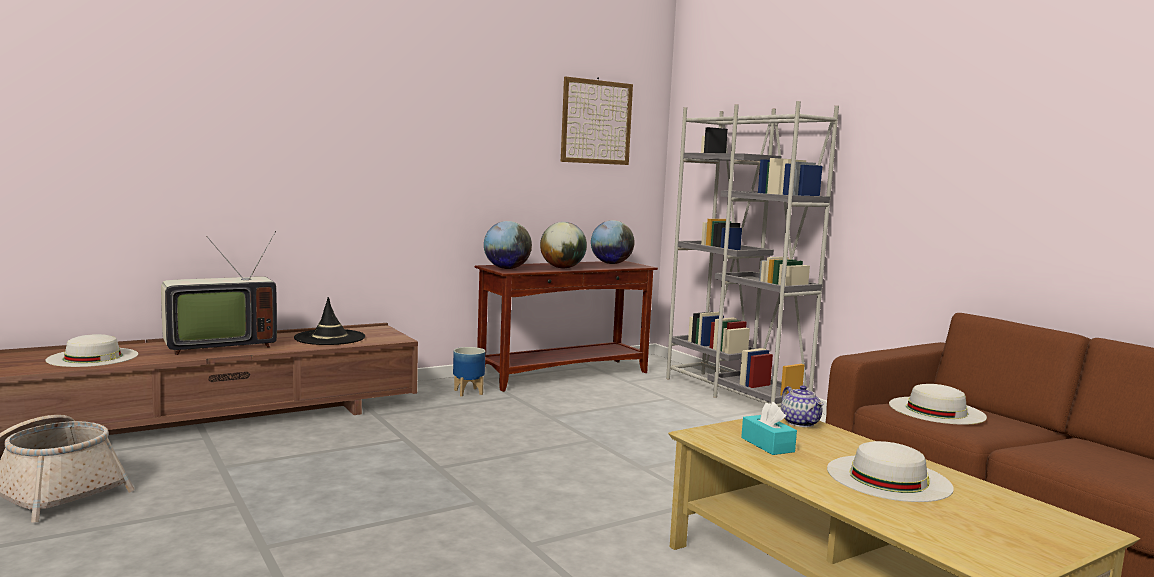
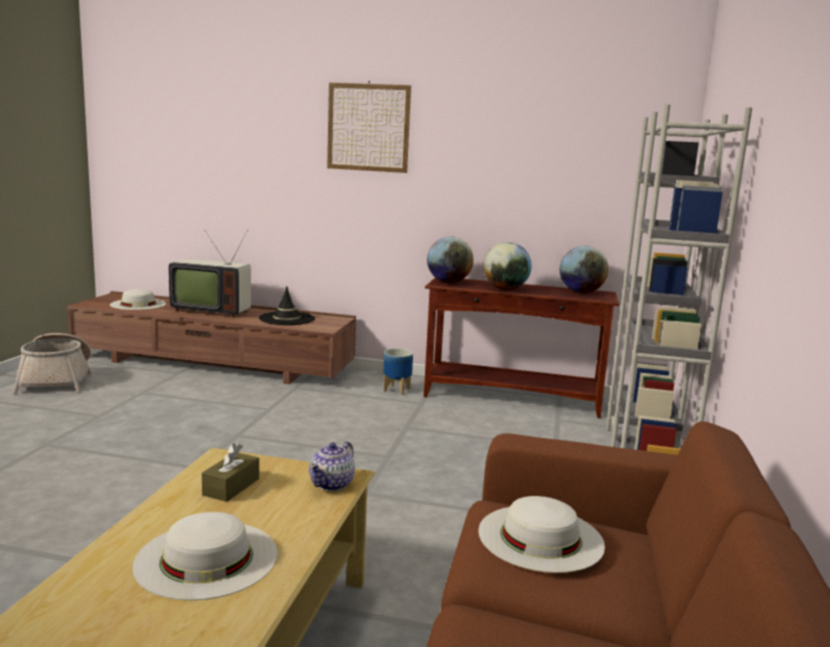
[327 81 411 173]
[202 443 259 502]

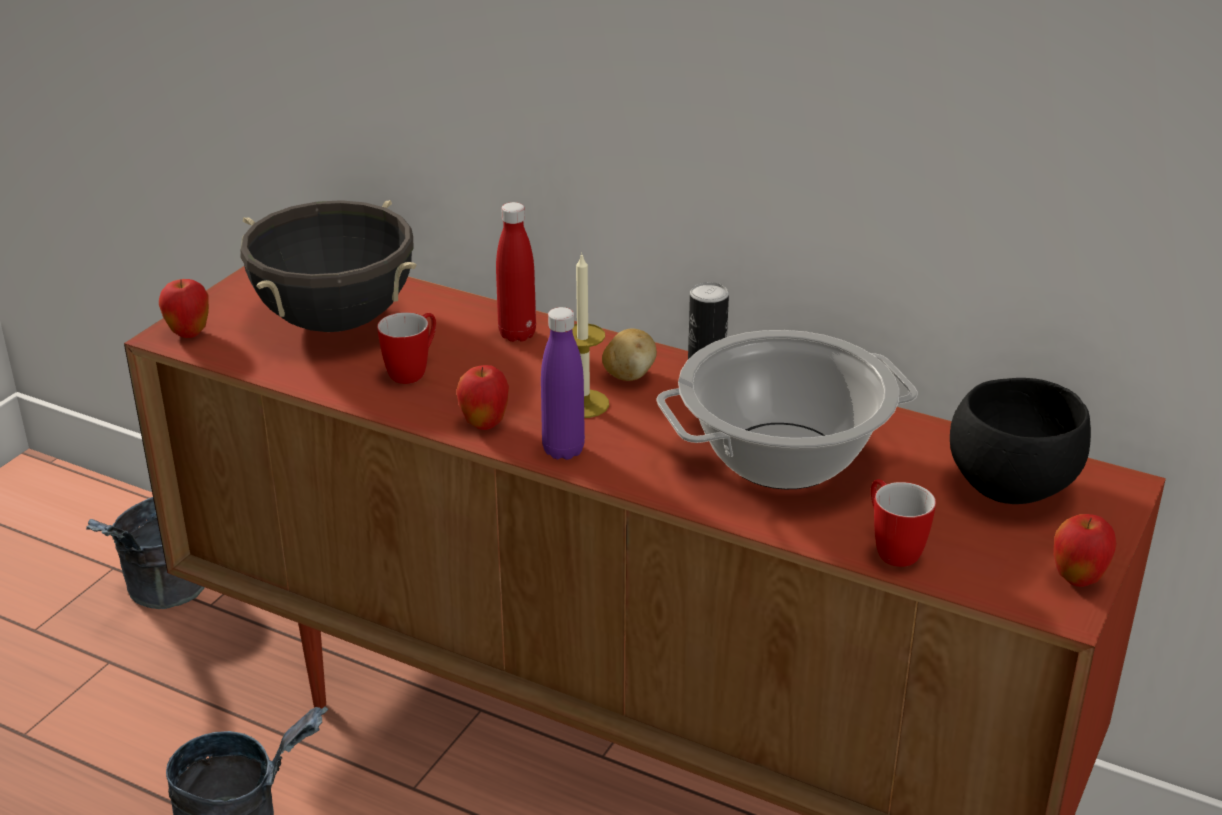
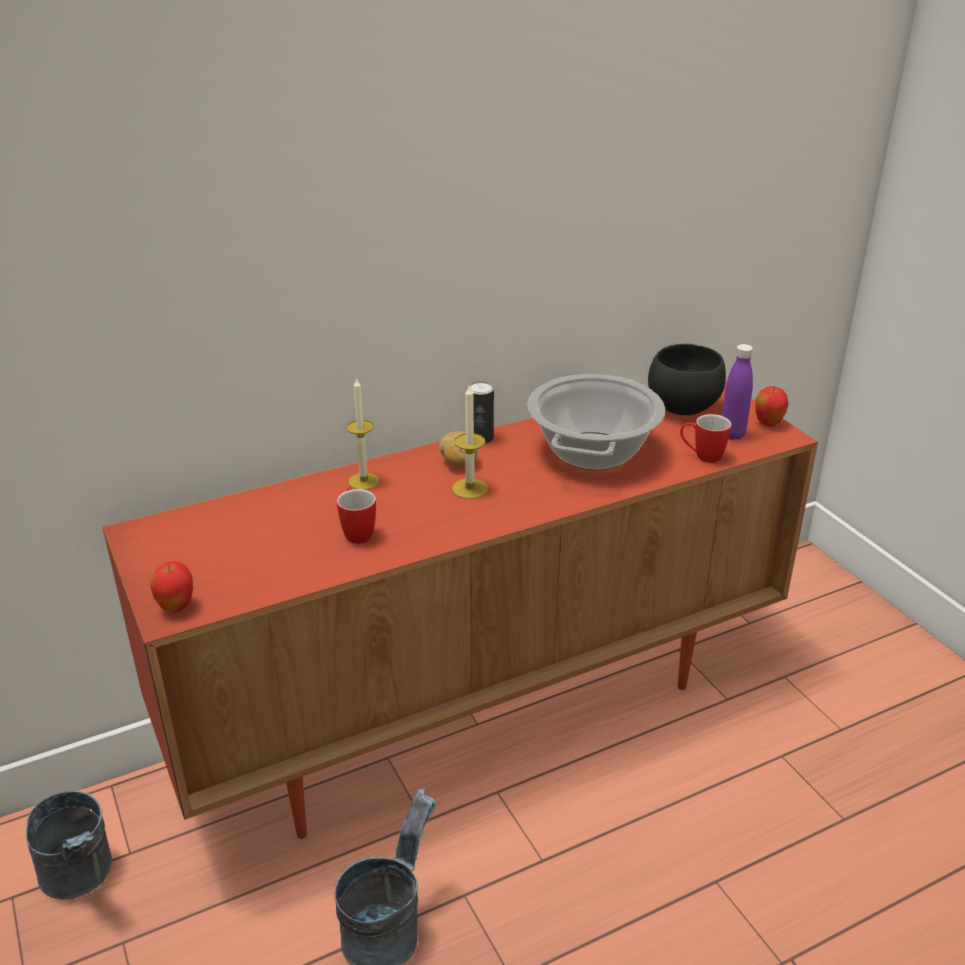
[240 200 417 332] (first image)
[346 377 380 490]
[722 344 753 440]
[456 365 509 430] (first image)

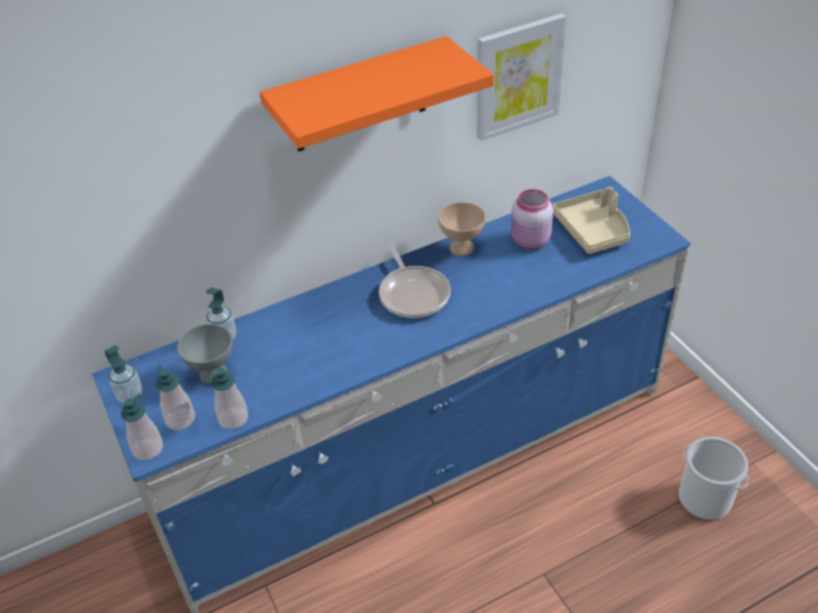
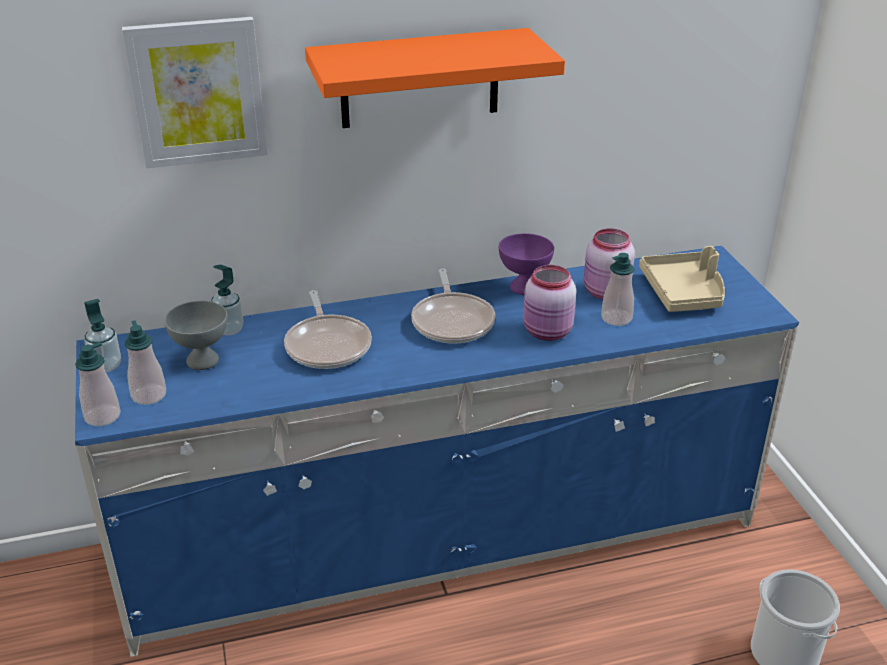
[122 17 267 168]
[499 233 554 295]
[601 253 634 326]
[523 265 576 341]
[284 290 372 369]

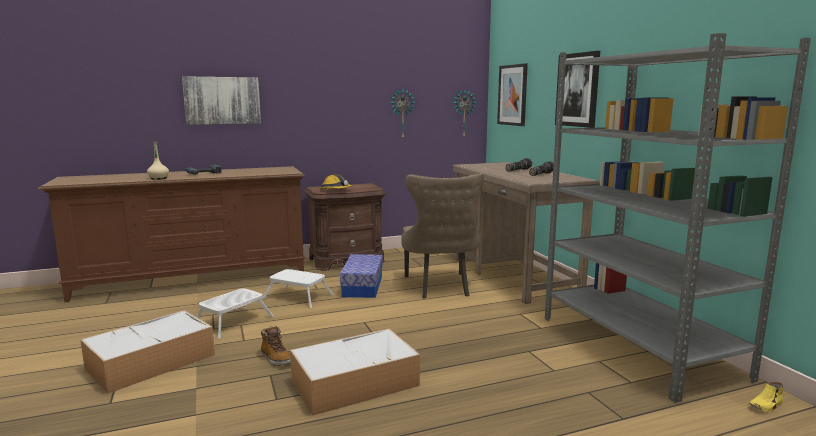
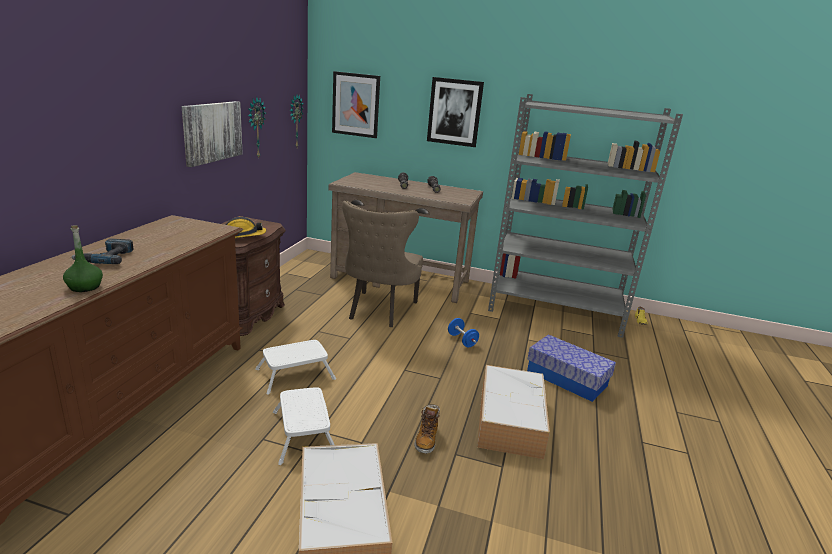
[182 101 243 167]
[63 226 103 292]
[342 201 423 327]
[527 334 616 402]
[414 405 440 454]
[448 318 479 347]

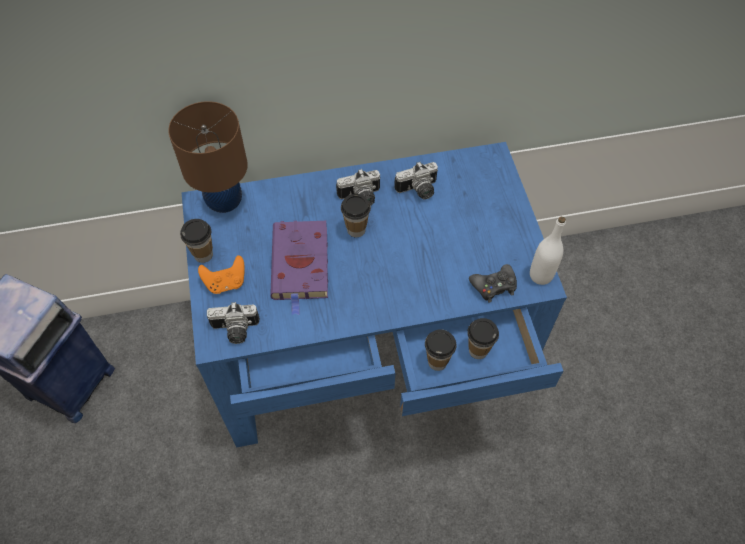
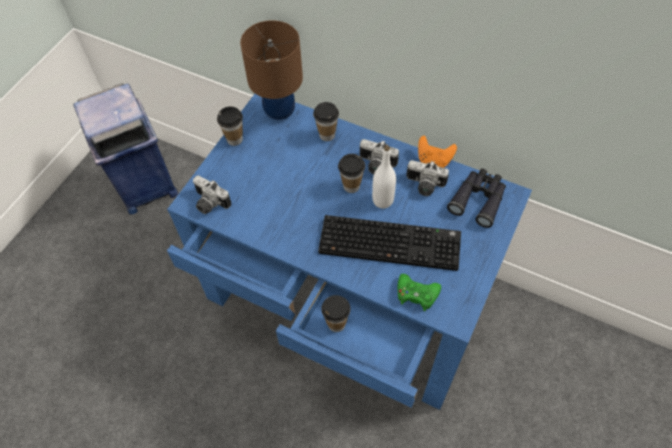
[372 145 396 208]
[270 221 328 315] (first image)
[418 136 457 168]
[398 274 441 311]
[313 102 339 141]
[447 169 506 228]
[318 215 461 271]

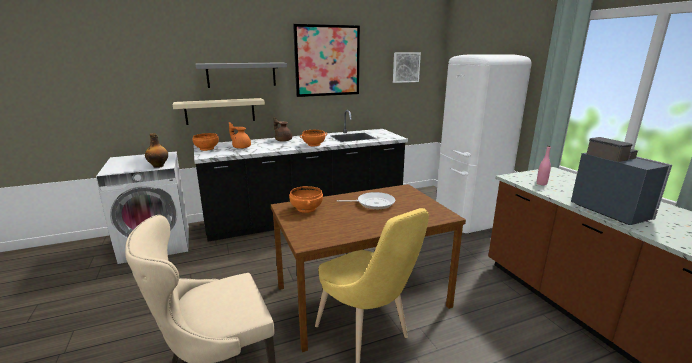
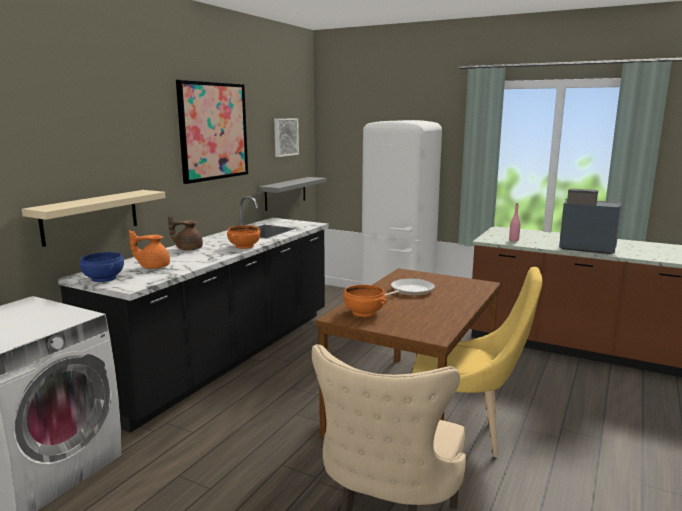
[259 177 326 211]
[145 133 168 168] (first image)
[79 252 124 282]

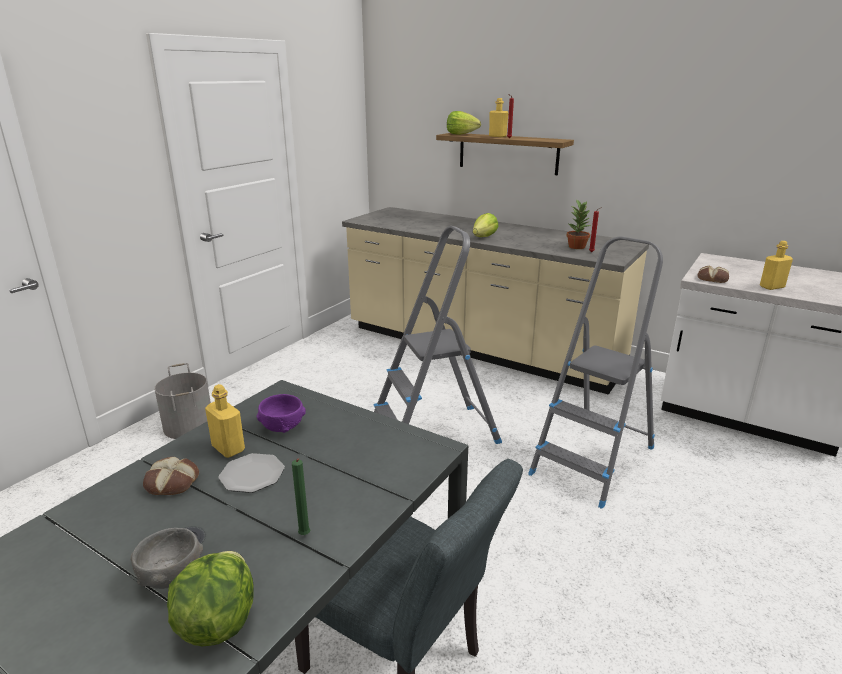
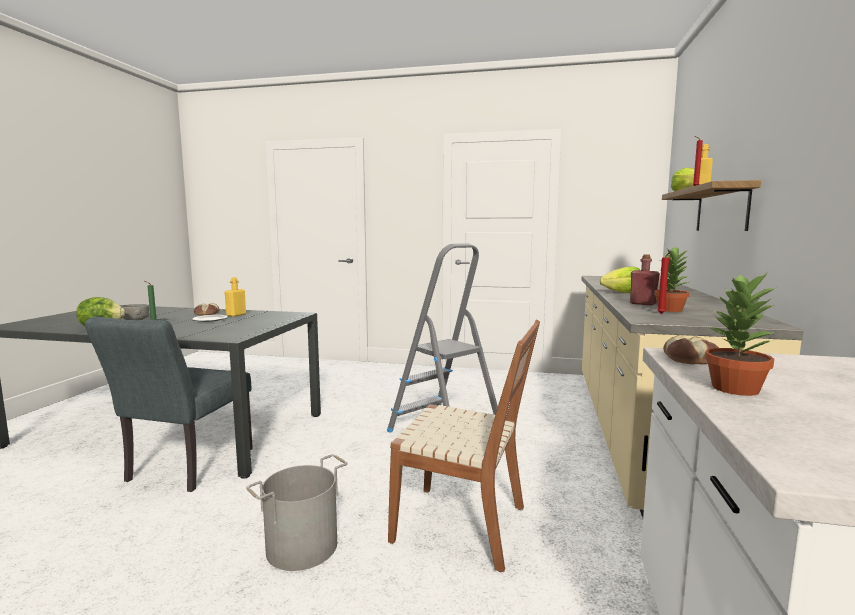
[388 319 540 572]
[705 273 777 396]
[246 454 347 571]
[256 394 306 433] (first image)
[630 254 660 306]

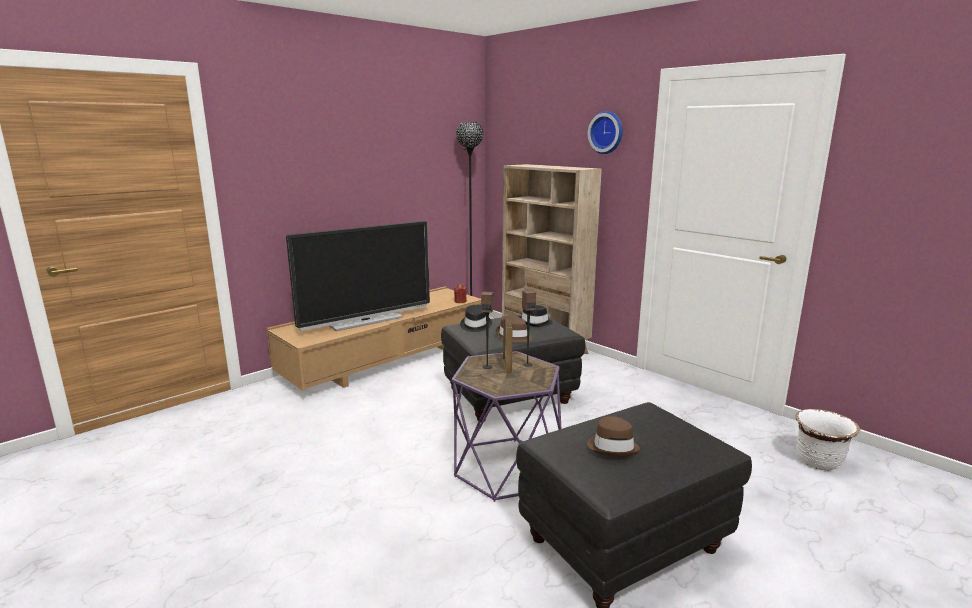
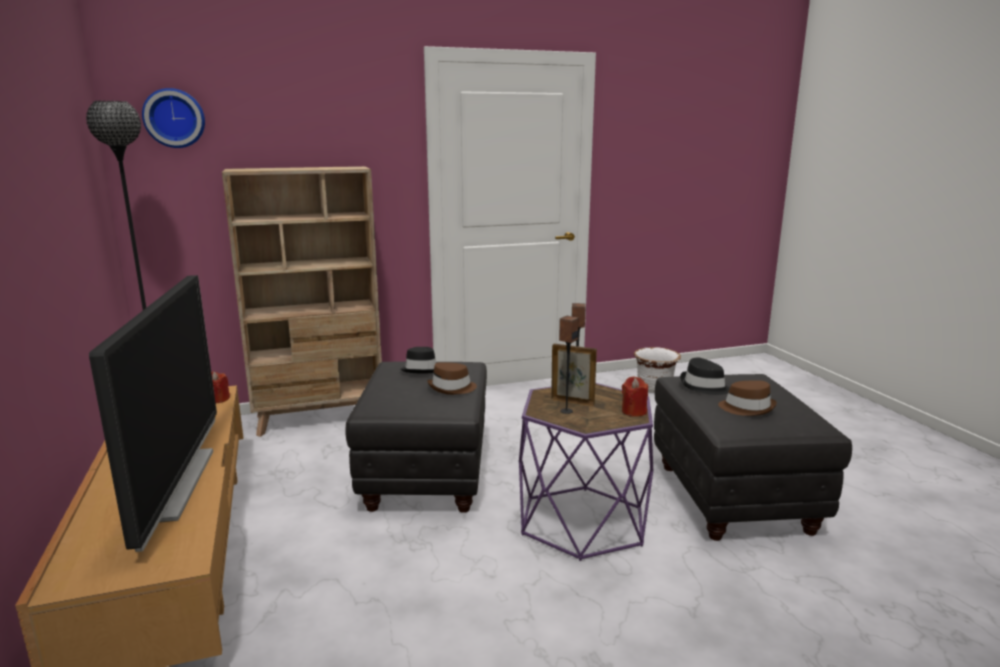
[142 88 205 148]
[680 357 730 395]
[622 376 648 417]

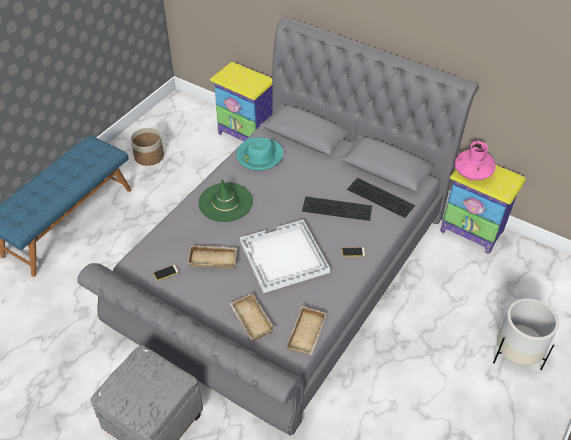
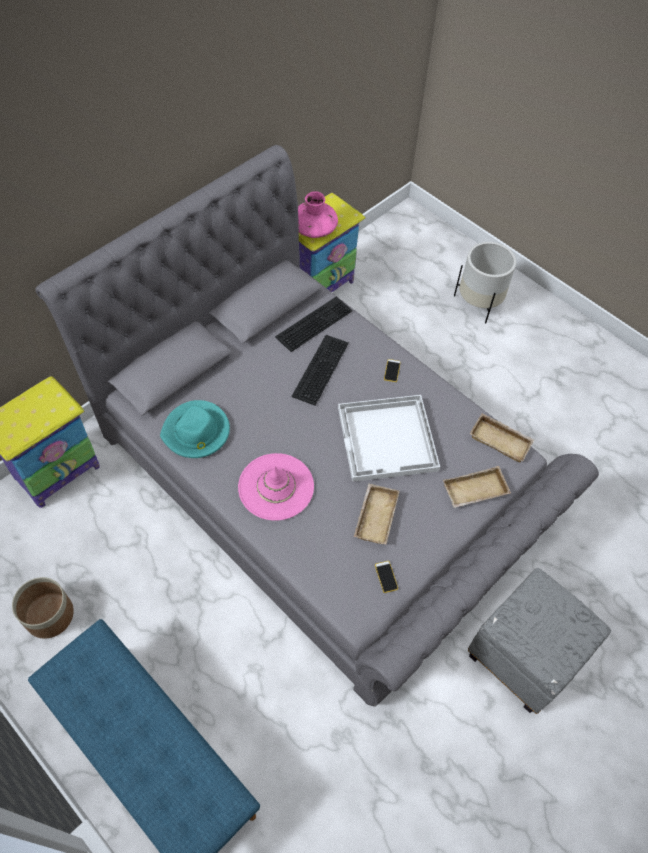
[238 453 314 521]

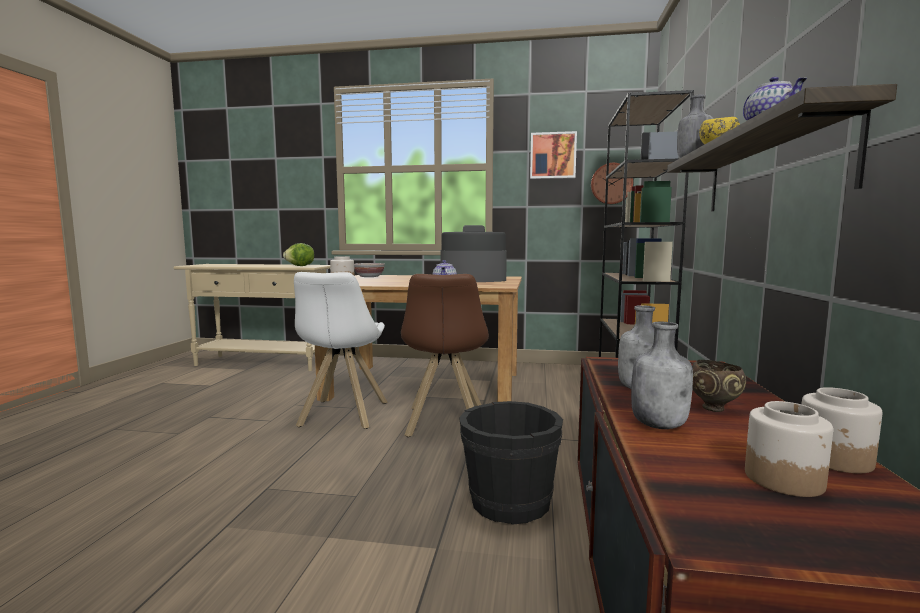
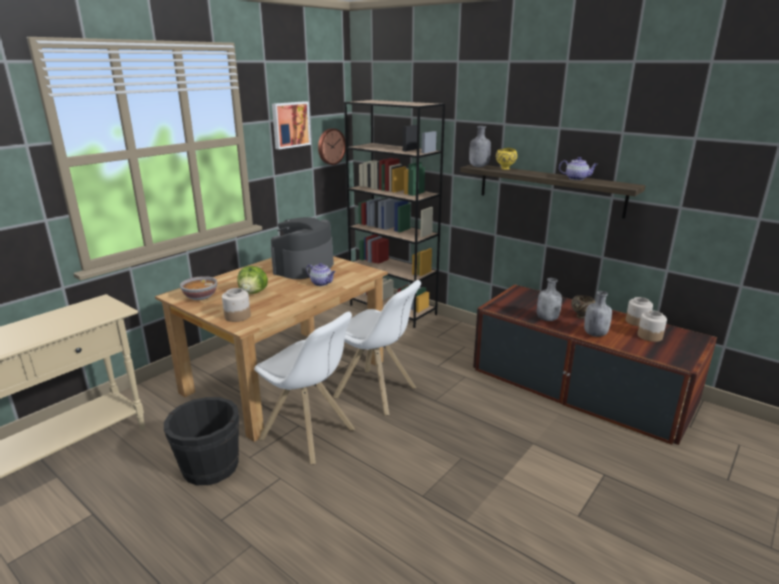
[237 266 268 294]
[333 280 421 416]
[164 397 239 485]

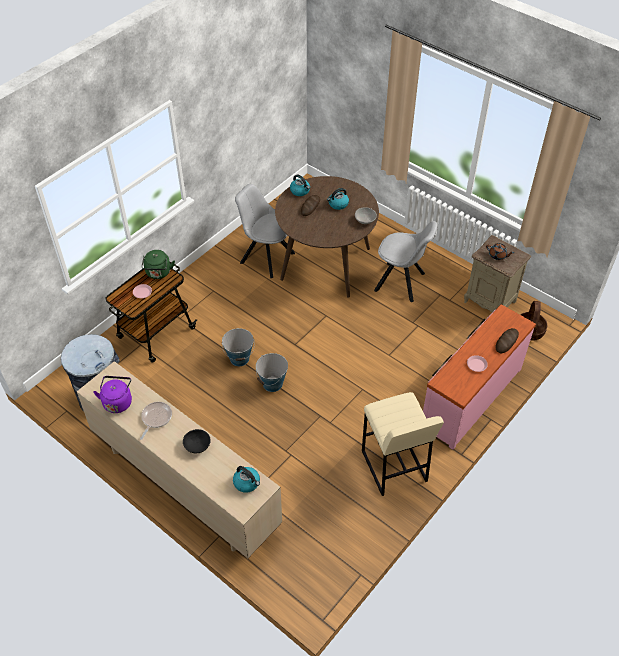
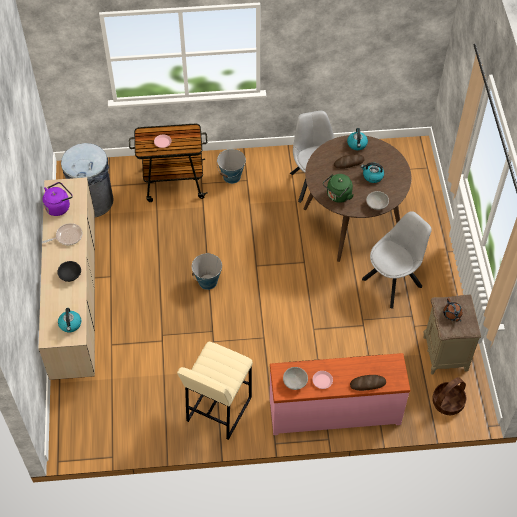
[362 211 432 309]
[323 174 354 203]
[217 149 246 184]
[283 367 308 390]

